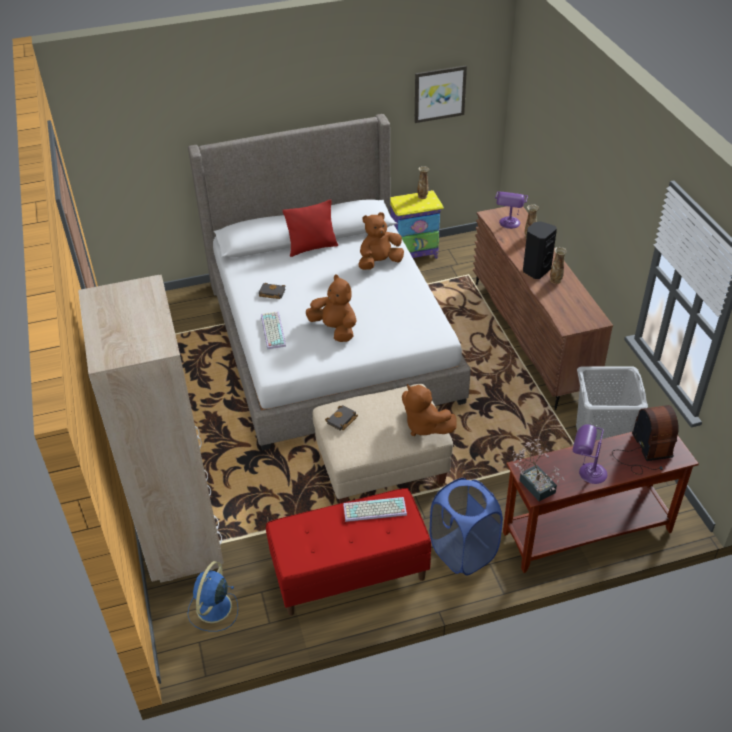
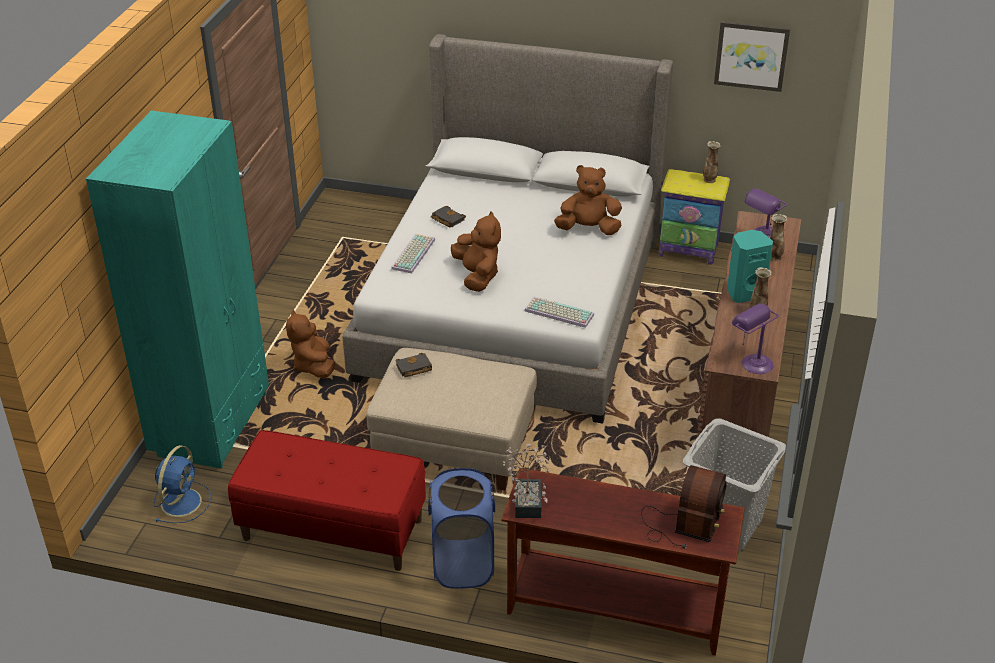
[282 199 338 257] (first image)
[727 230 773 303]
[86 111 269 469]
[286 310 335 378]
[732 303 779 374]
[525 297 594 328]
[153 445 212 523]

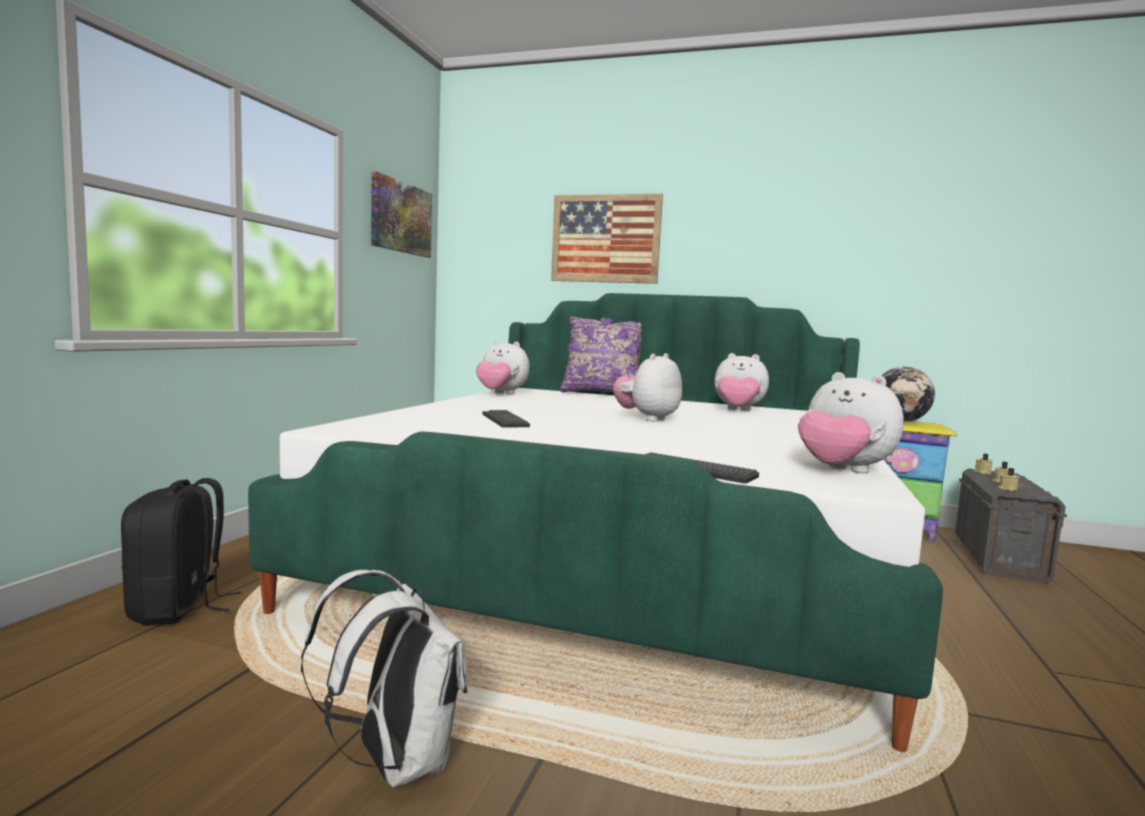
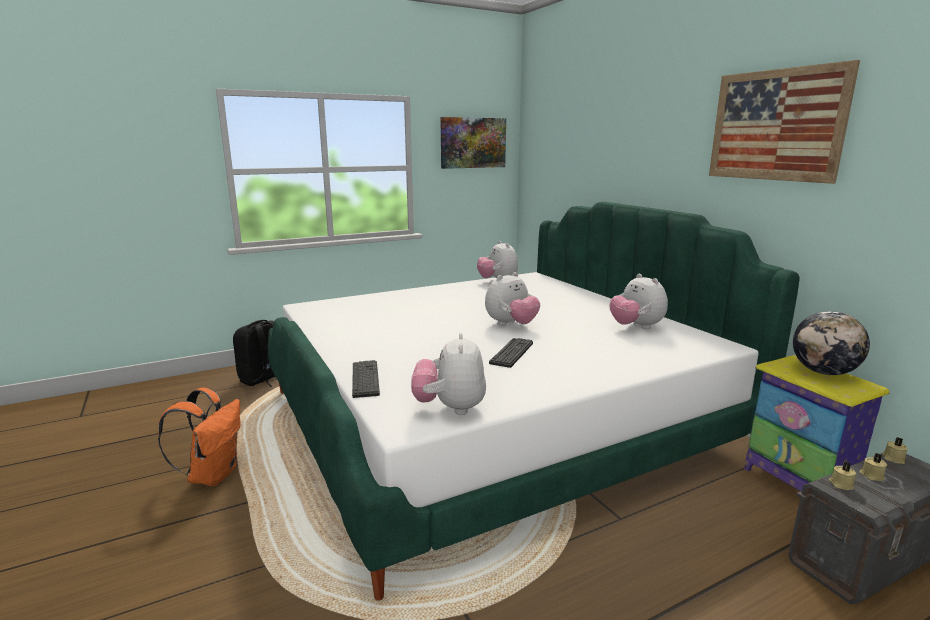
[709 60 860 184]
[560 316 641 392] (first image)
[485 272 540 326]
[489 338 533 368]
[158 388 240 486]

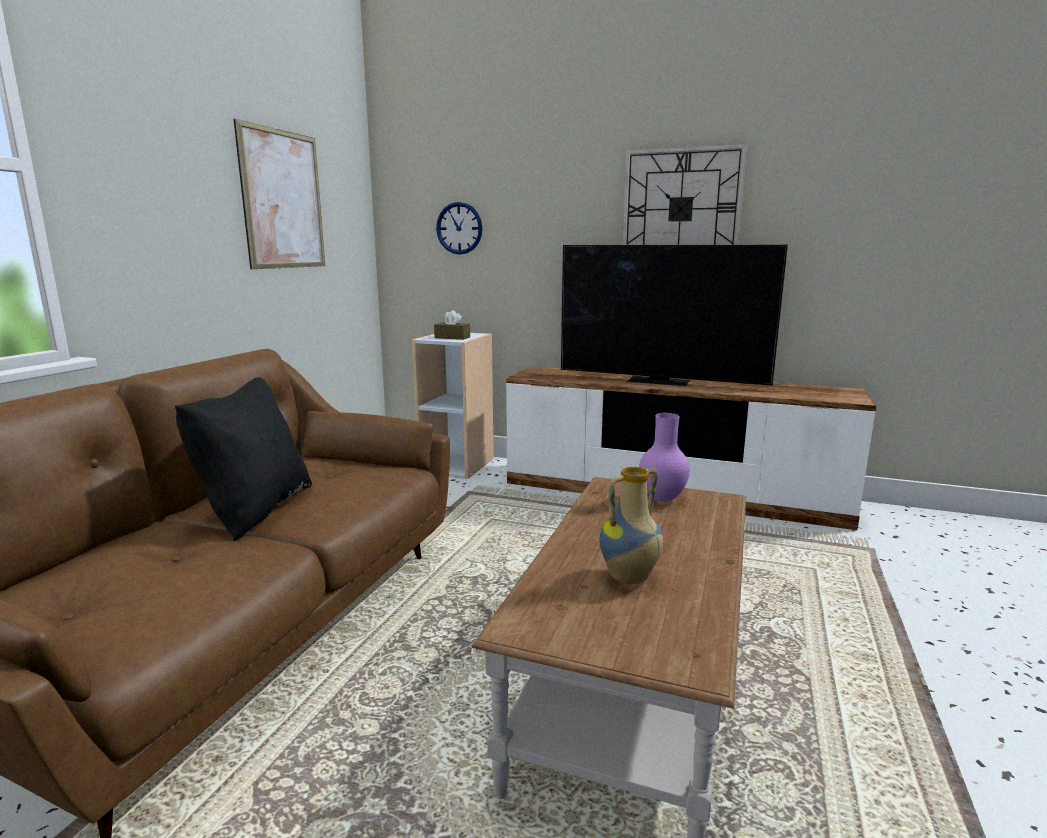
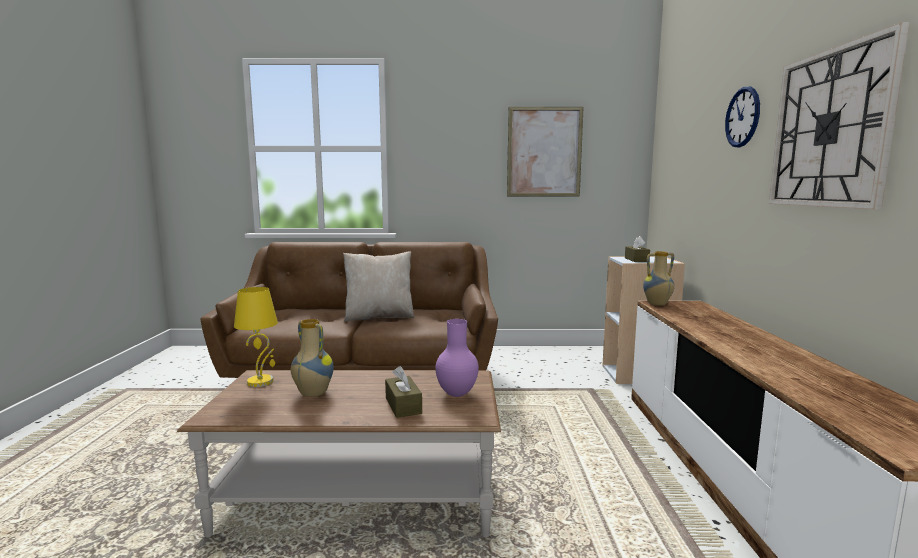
[725 86 760 147]
[561 245 788 386] (first image)
[343 252 415 322]
[643 251 674 306]
[234 287 278 387]
[385 366 422 418]

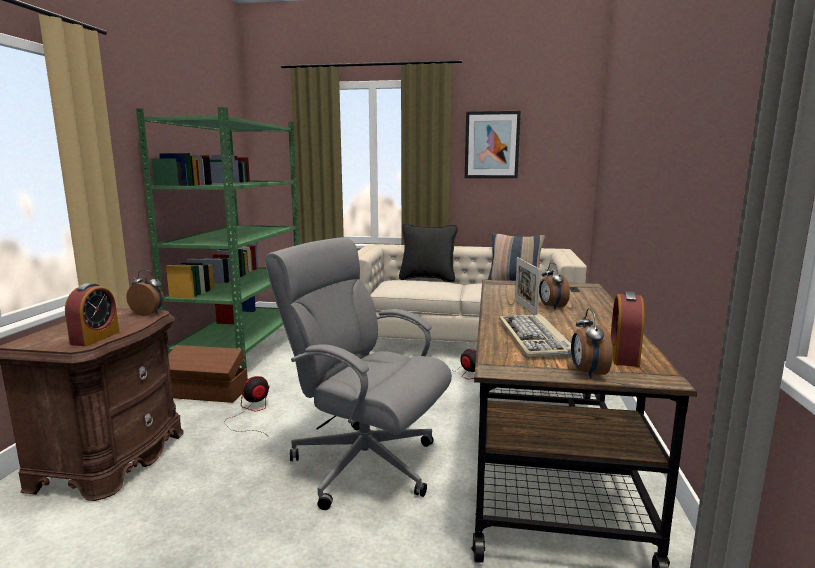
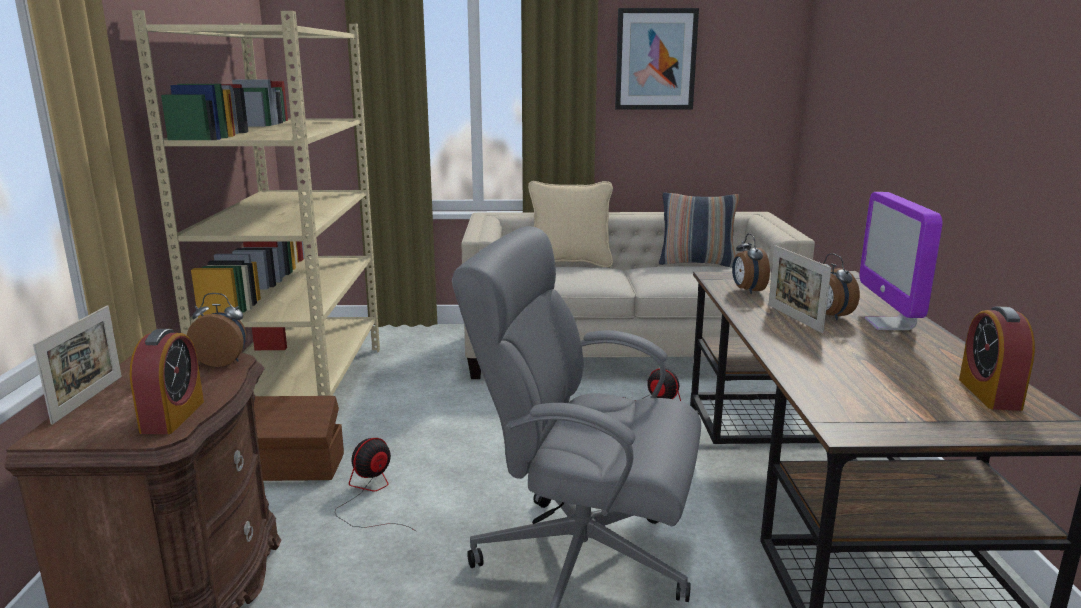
[132 10 380 396]
[528 181 613 267]
[732 234 770 294]
[499 314 572 357] (first image)
[859 192 943 330]
[33 306 122 425]

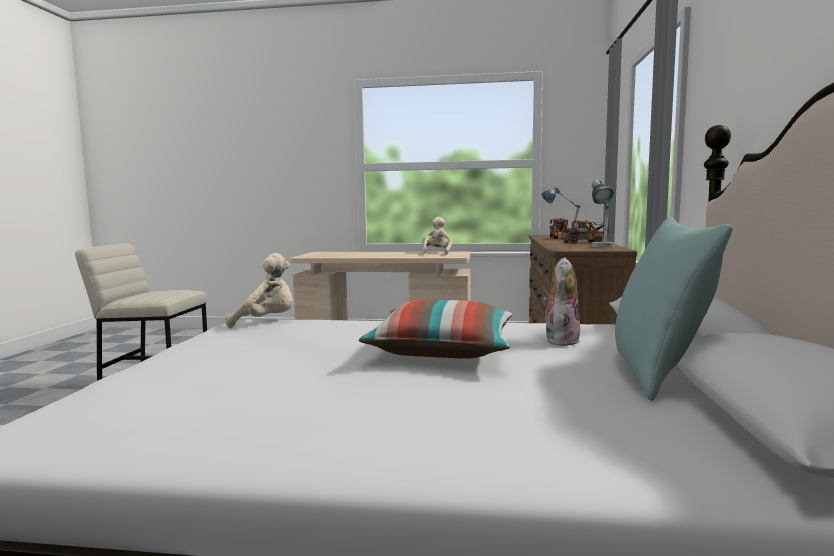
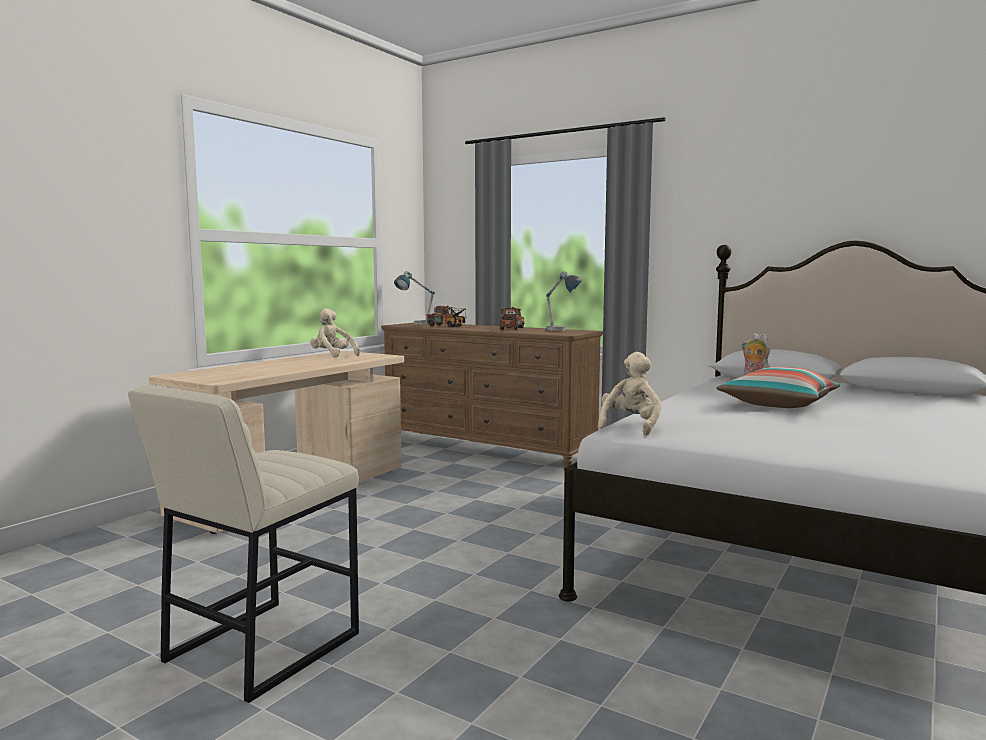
[615 217 733 401] (first image)

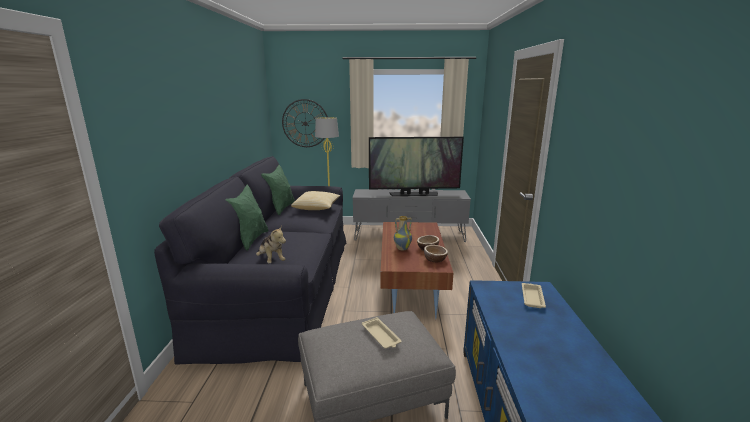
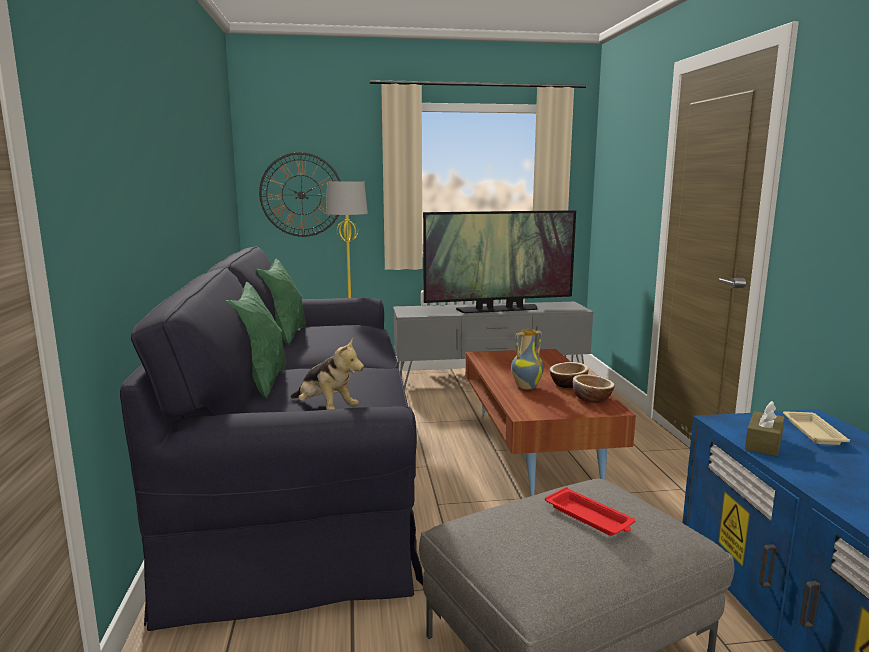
[291 191 340 210] (first image)
[545 487 635 536]
[745 401 785 456]

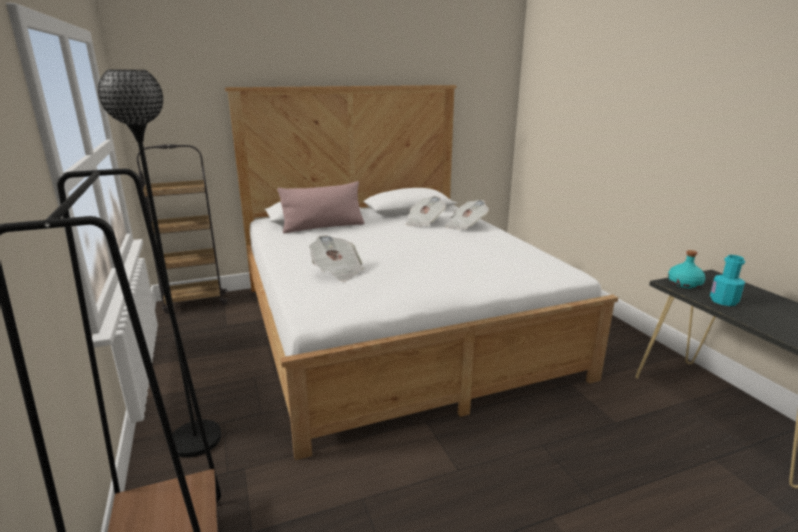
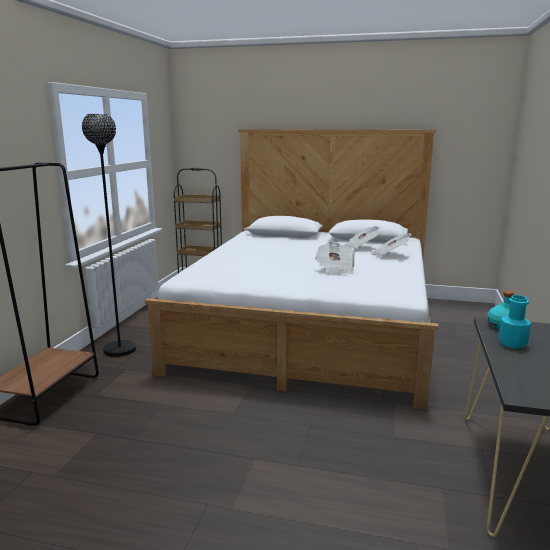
[277 181 364 233] (first image)
[315 242 355 276]

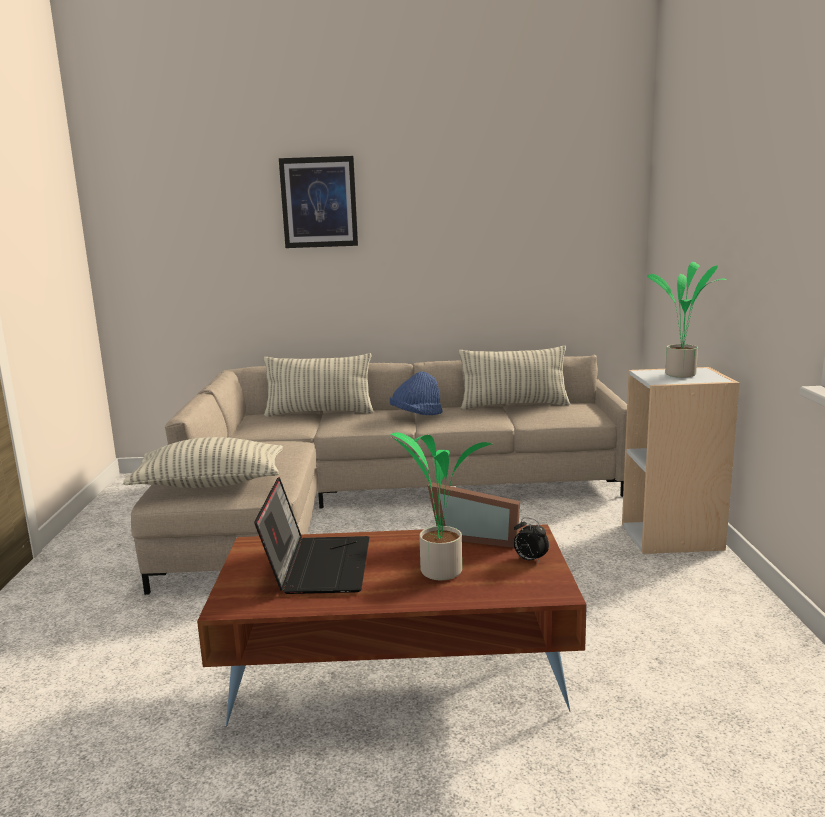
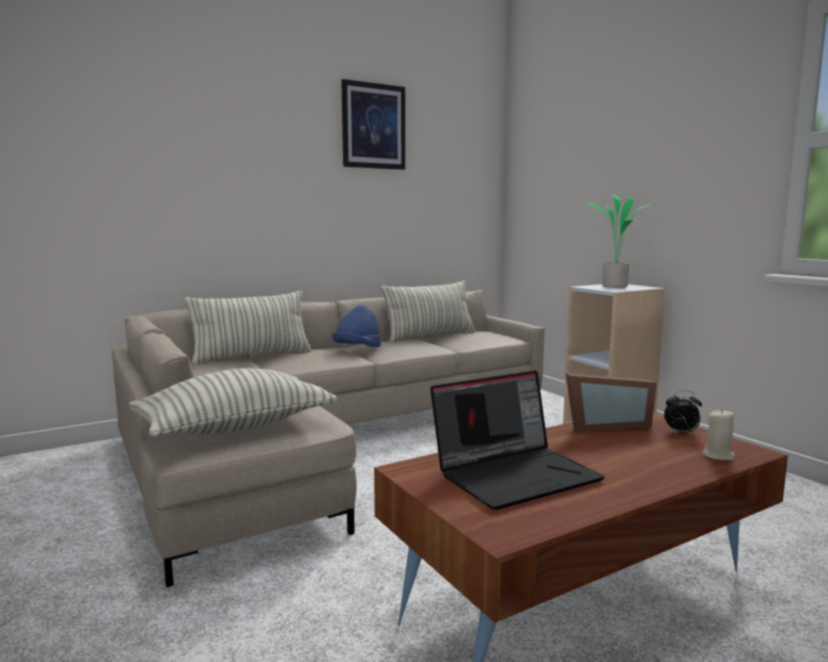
[341 79 405 170]
[390 433 493 580] (first image)
[430 370 605 510]
[702 409 735 460]

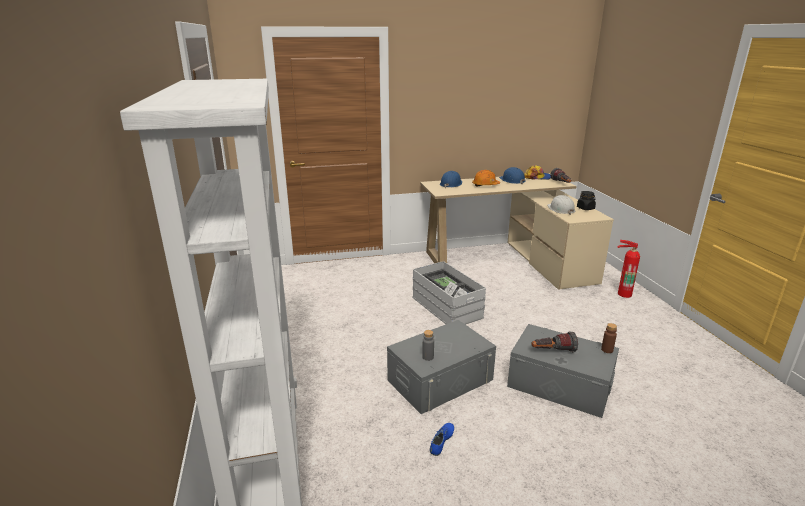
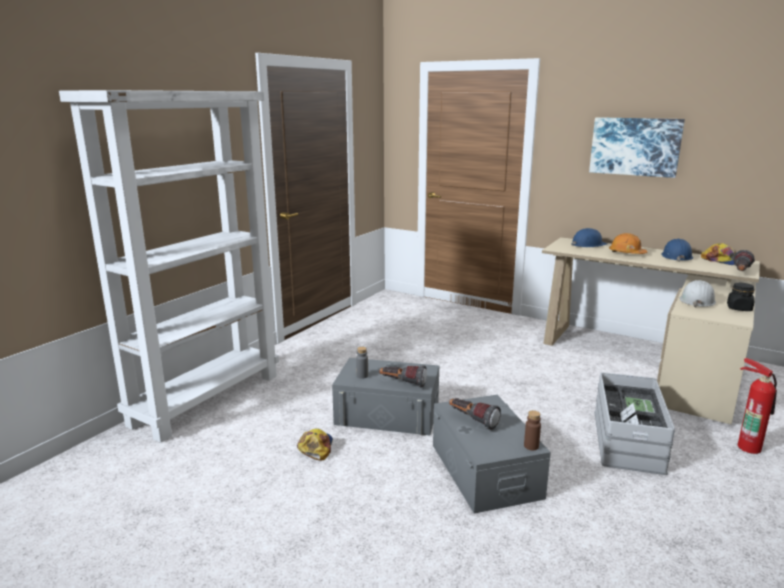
[594 372 675 475]
[297 428 333 460]
[589 117 685 178]
[379 365 427 387]

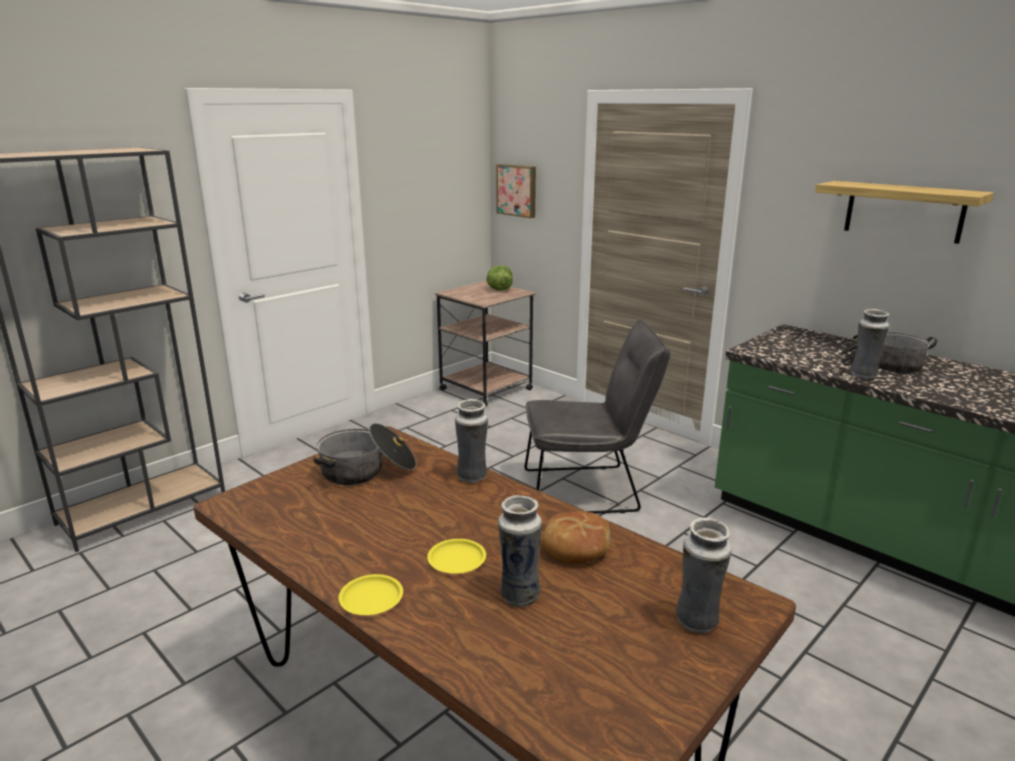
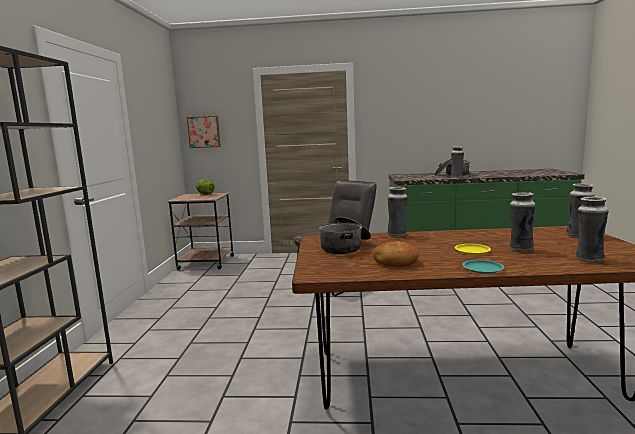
[815 181 994 244] (first image)
[373 241 419 267]
[462 260 504 274]
[576 196 608 262]

